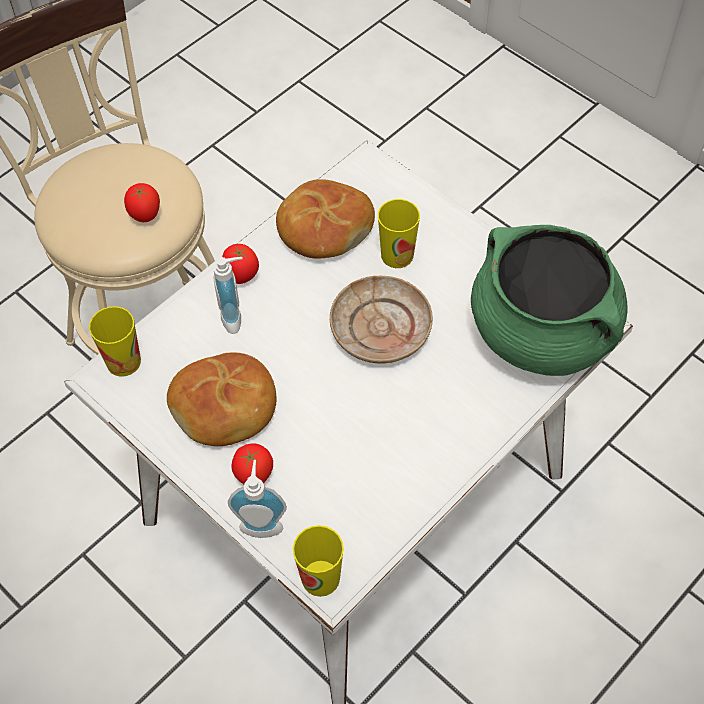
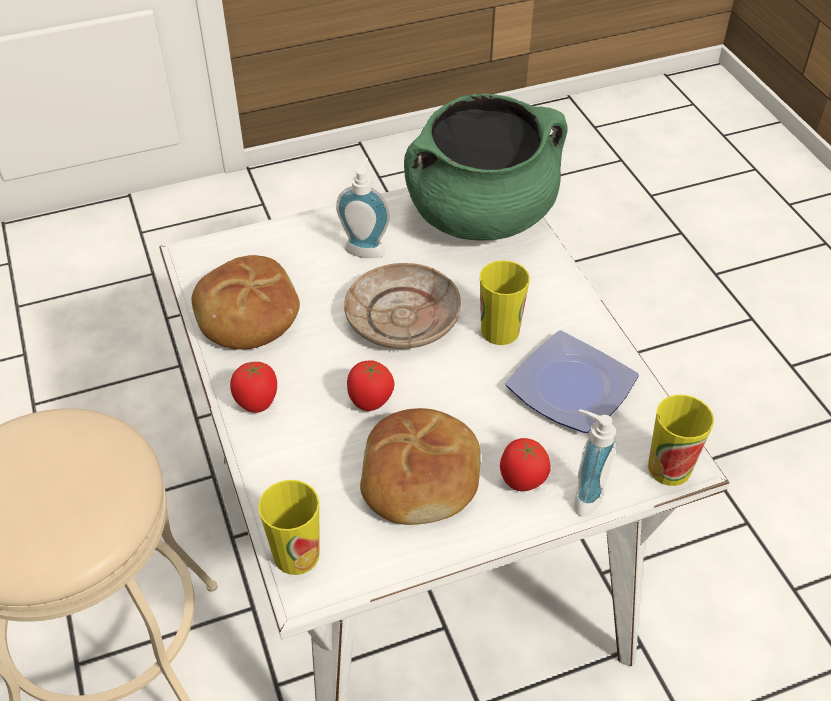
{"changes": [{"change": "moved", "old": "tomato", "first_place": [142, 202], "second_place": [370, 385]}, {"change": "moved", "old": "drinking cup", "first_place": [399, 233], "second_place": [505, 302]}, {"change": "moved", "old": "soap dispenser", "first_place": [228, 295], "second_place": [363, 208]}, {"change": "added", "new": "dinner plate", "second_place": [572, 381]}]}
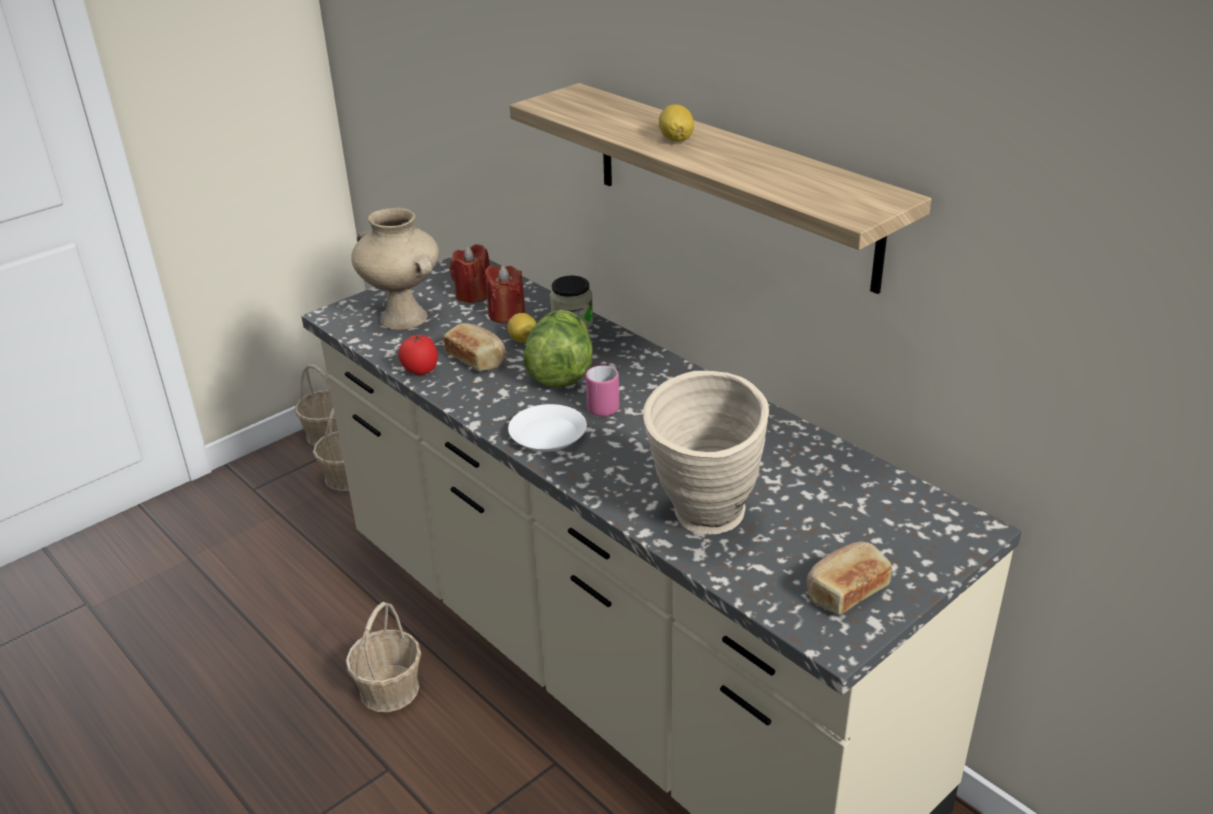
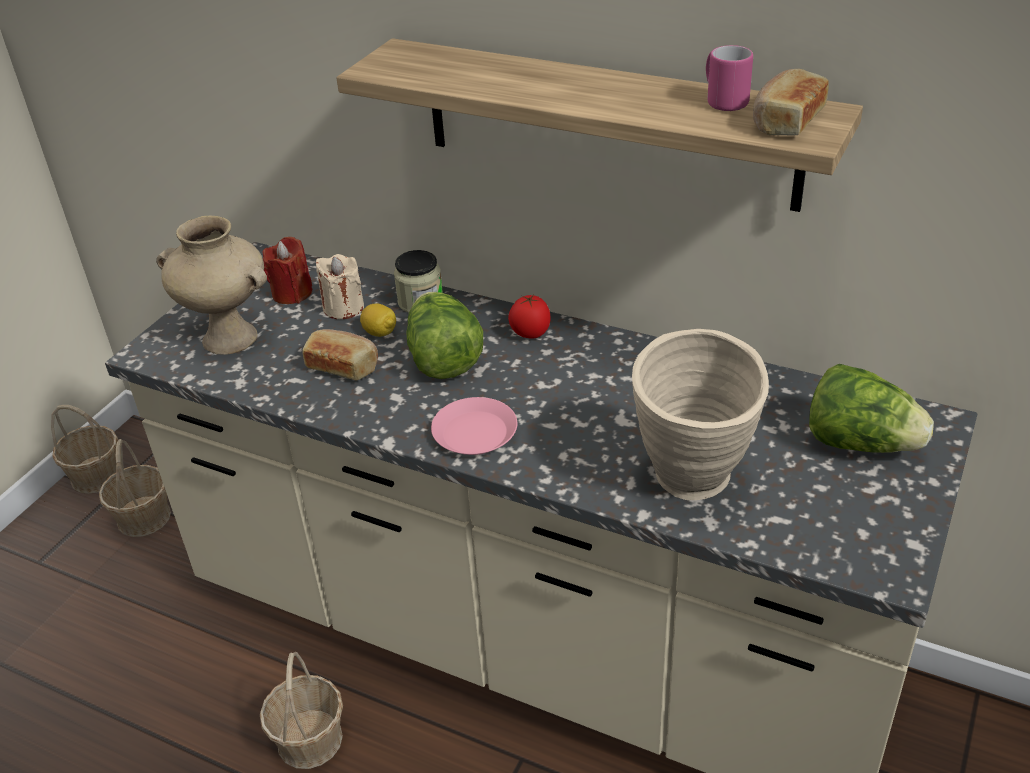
{"changes": [{"change": "removed", "old": "citrus fruit", "first_place": [676, 123]}, {"change": "recoloured", "old": "red-coloured candle", "new": "sand-coloured candle", "first_place": [504, 294], "second_place": [340, 286]}, {"change": "moved", "old": "tomato", "first_place": [418, 354], "second_place": [529, 317]}, {"change": "moved", "old": "pink-coloured tea mug", "first_place": [602, 391], "second_place": [729, 78]}, {"change": "recoloured", "old": "white-coloured dinner plate", "new": "pink-coloured dinner plate", "first_place": [547, 428], "second_place": [474, 426]}, {"change": "moved", "old": "bakery bread", "first_place": [849, 578], "second_place": [791, 102]}, {"change": "added", "new": "lettuce", "second_place": [871, 408]}]}
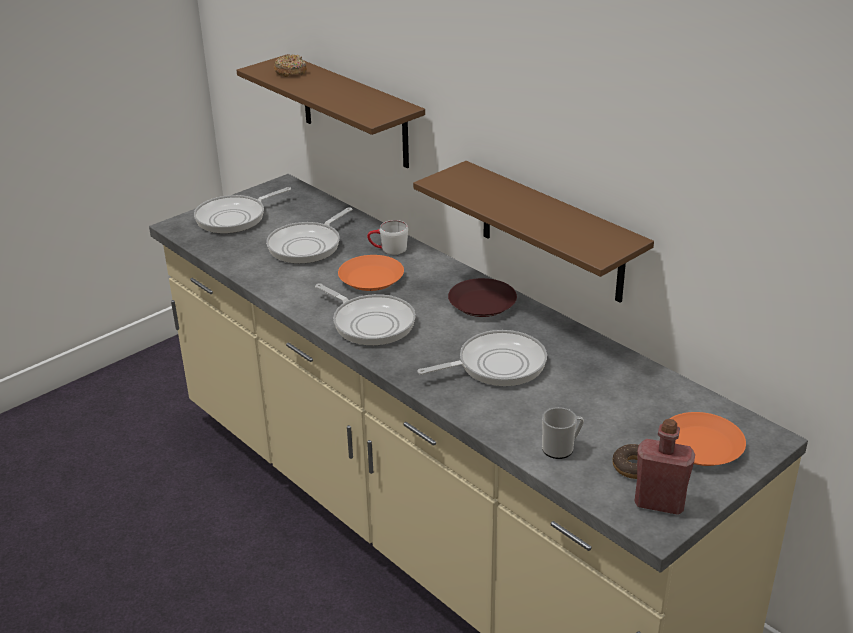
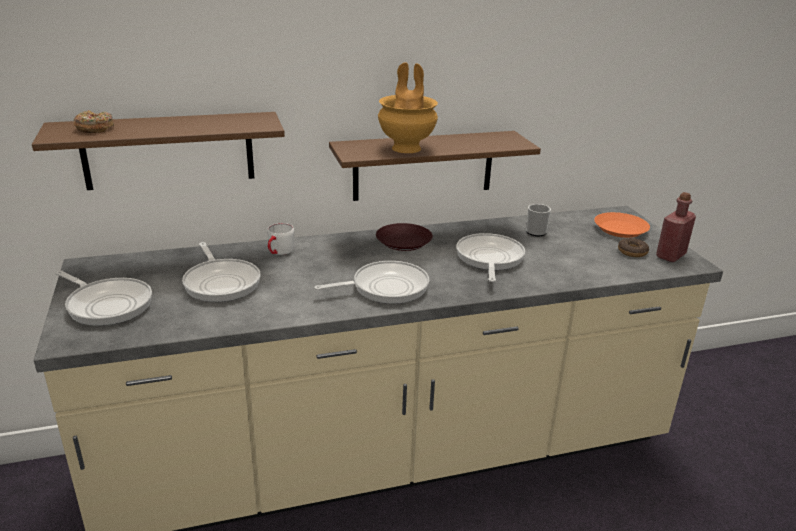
{"changes": [{"change": "turned", "old": "frying pan", "first_place": [242, 210], "second_place": [103, 298], "degrees": -45}, {"change": "removed", "old": "orangey dinner plate", "first_place": [371, 273]}, {"change": "moved", "old": "tea mug", "first_place": [563, 433], "second_place": [538, 220]}, {"change": "added", "new": "brownish vase", "second_place": [408, 107]}]}
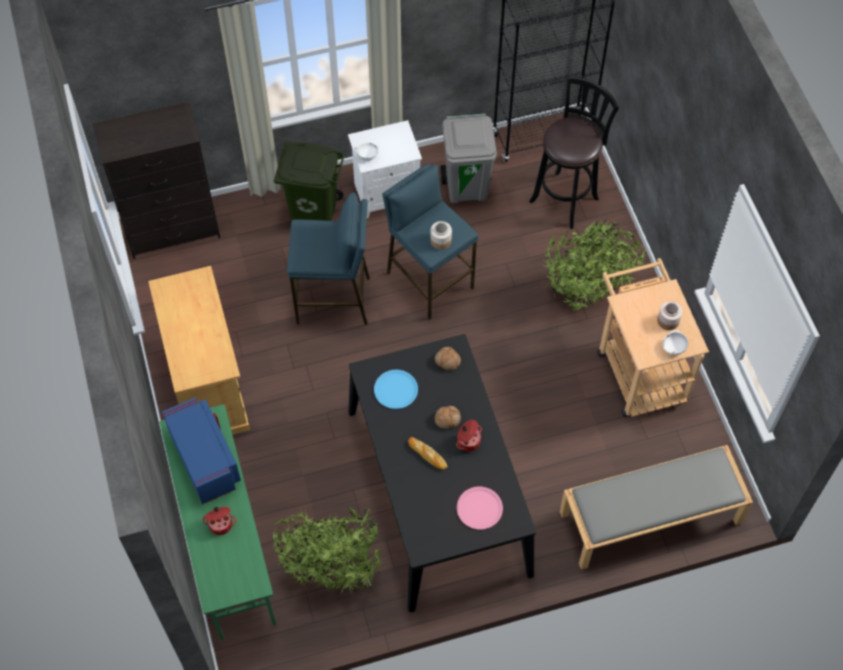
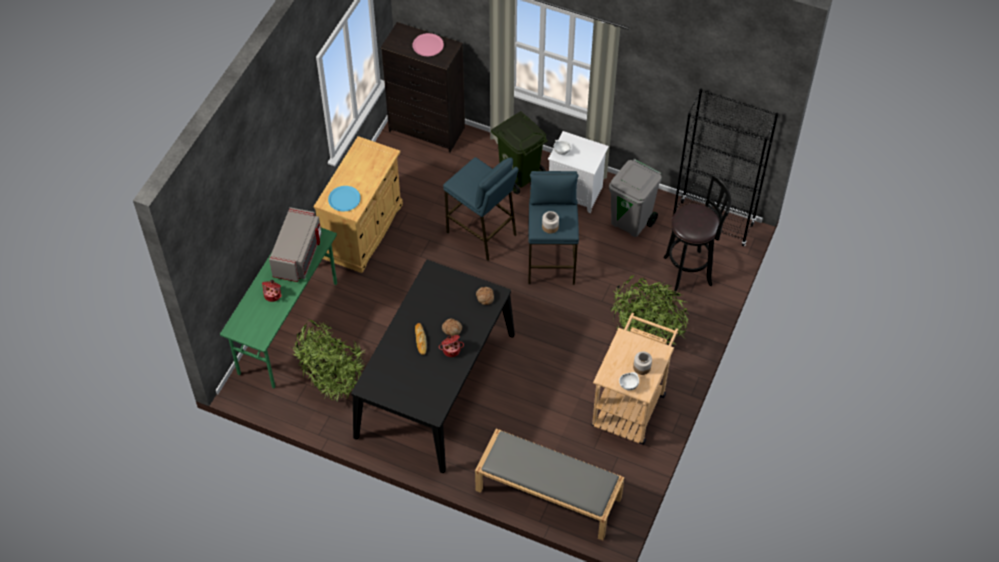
{"changes": [{"change": "moved", "old": "bluish dinner plate", "first_place": [396, 389], "second_place": [344, 198]}, {"change": "recoloured", "old": "bluish kitchen microwave", "new": "greyish kitchen microwave", "first_place": [201, 450], "second_place": [295, 244]}, {"change": "moved", "old": "pink-coloured dinner plate", "first_place": [480, 508], "second_place": [428, 44]}]}
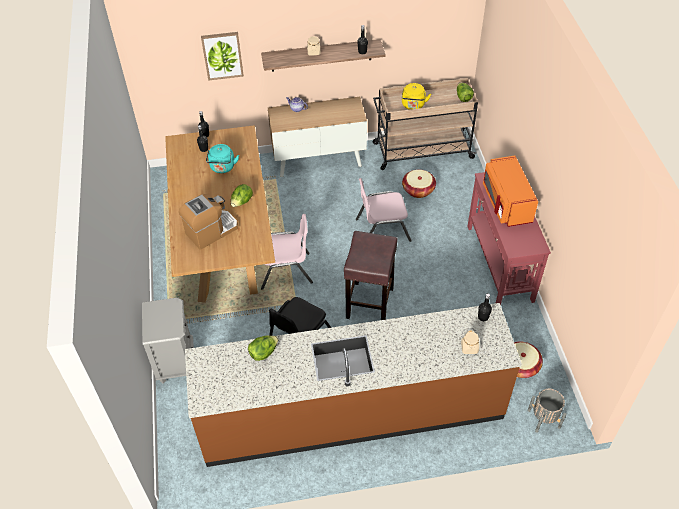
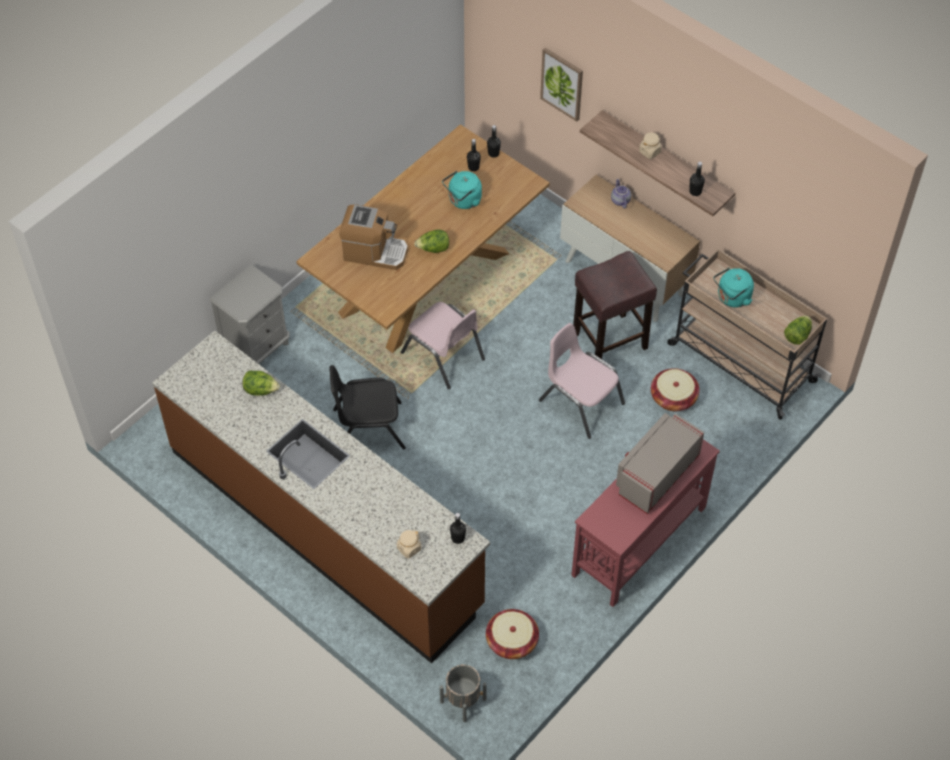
{"changes": [{"change": "recoloured", "old": "yellow tea kettle", "new": "turquoise tea kettle", "first_place": [416, 96], "second_place": [734, 288]}, {"change": "recoloured", "old": "orangey kitchen microwave", "new": "greyish kitchen microwave", "first_place": [510, 191], "second_place": [660, 463]}, {"change": "moved", "old": "brownish stool", "first_place": [371, 275], "second_place": [615, 305]}]}
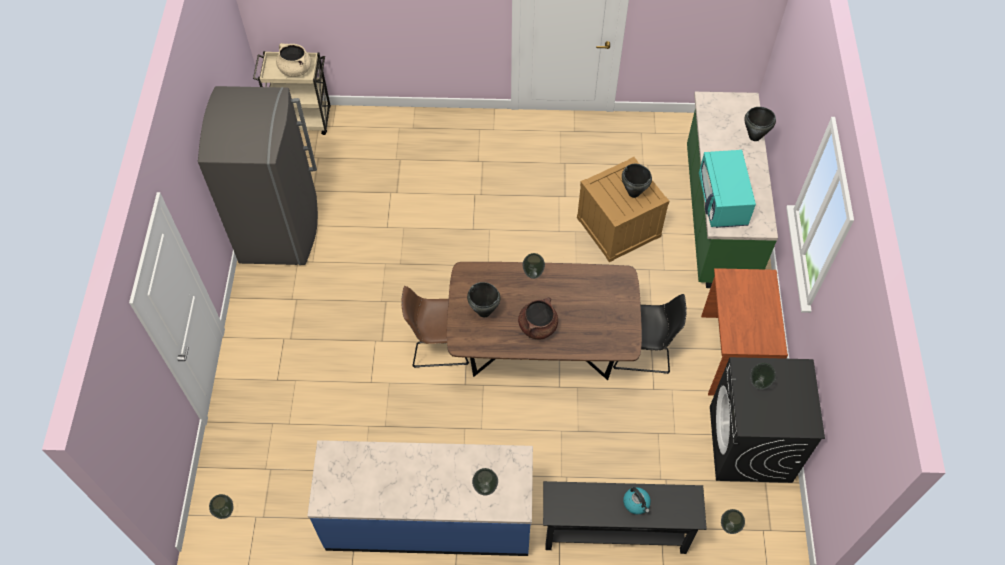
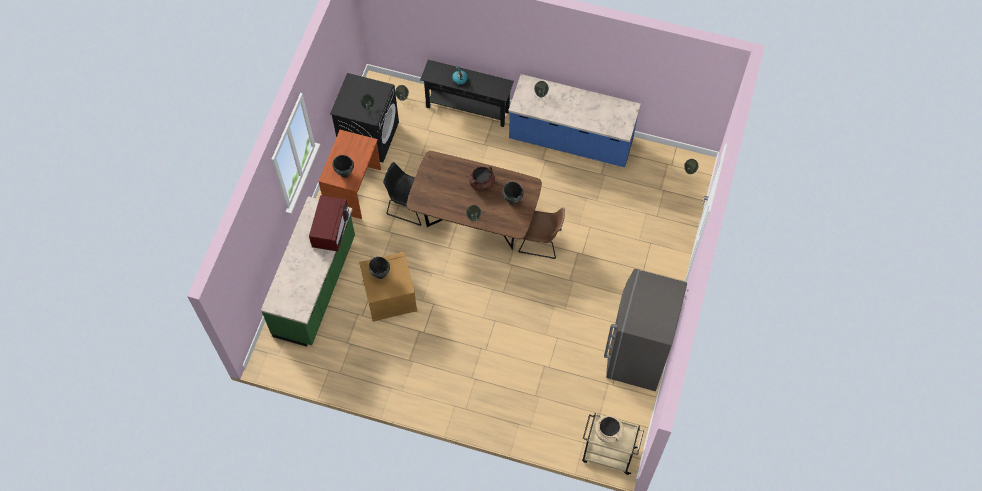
{"changes": [{"change": "moved", "old": "blackish stockpot", "first_place": [760, 124], "second_place": [343, 166]}, {"change": "recoloured", "old": "turquoise kitchen microwave", "new": "red-coloured kitchen microwave", "first_place": [727, 189], "second_place": [329, 223]}]}
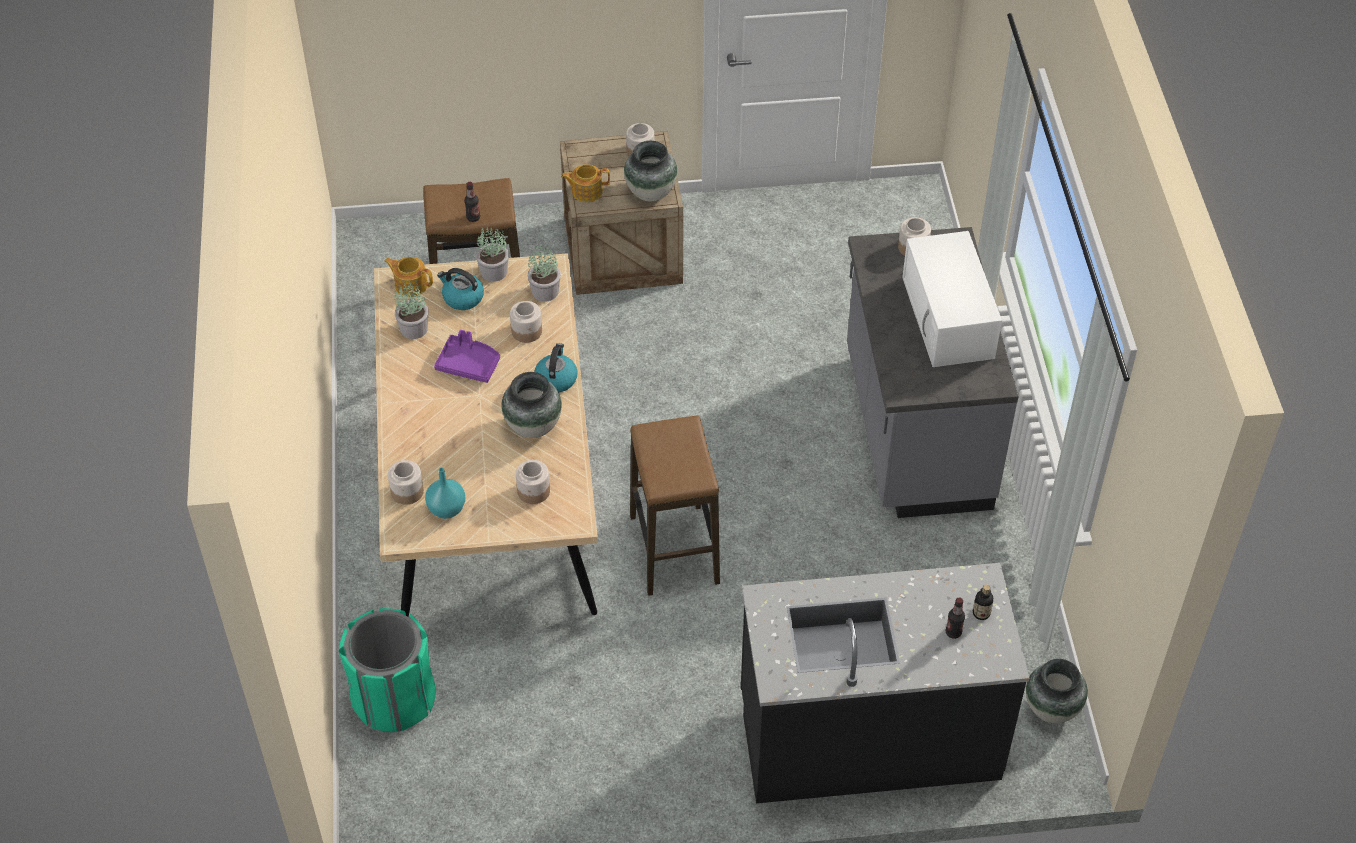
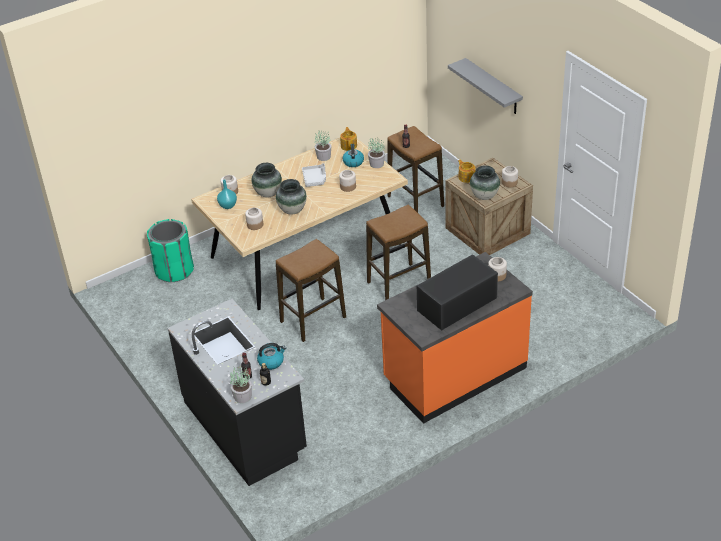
{"changes": [{"change": "recoloured", "old": "greyish kitchen base unit", "new": "orangey kitchen base unit", "first_place": [933, 372], "second_place": [455, 338]}, {"change": "recoloured", "old": "white-coloured kitchen microwave", "new": "blackish kitchen microwave", "first_place": [952, 299], "second_place": [457, 292]}, {"change": "moved", "old": "potted plant", "first_place": [544, 272], "second_place": [241, 385]}, {"change": "recoloured", "old": "purple carrying tray", "new": "greyish carrying tray", "first_place": [467, 356], "second_place": [314, 175]}, {"change": "moved", "old": "tea kettle", "first_place": [556, 367], "second_place": [271, 356]}, {"change": "moved", "old": "vase", "first_place": [1057, 691], "second_place": [267, 180]}, {"change": "added", "new": "greyish wall shelf", "second_place": [485, 86]}, {"change": "added", "new": "stool", "second_place": [398, 252]}]}
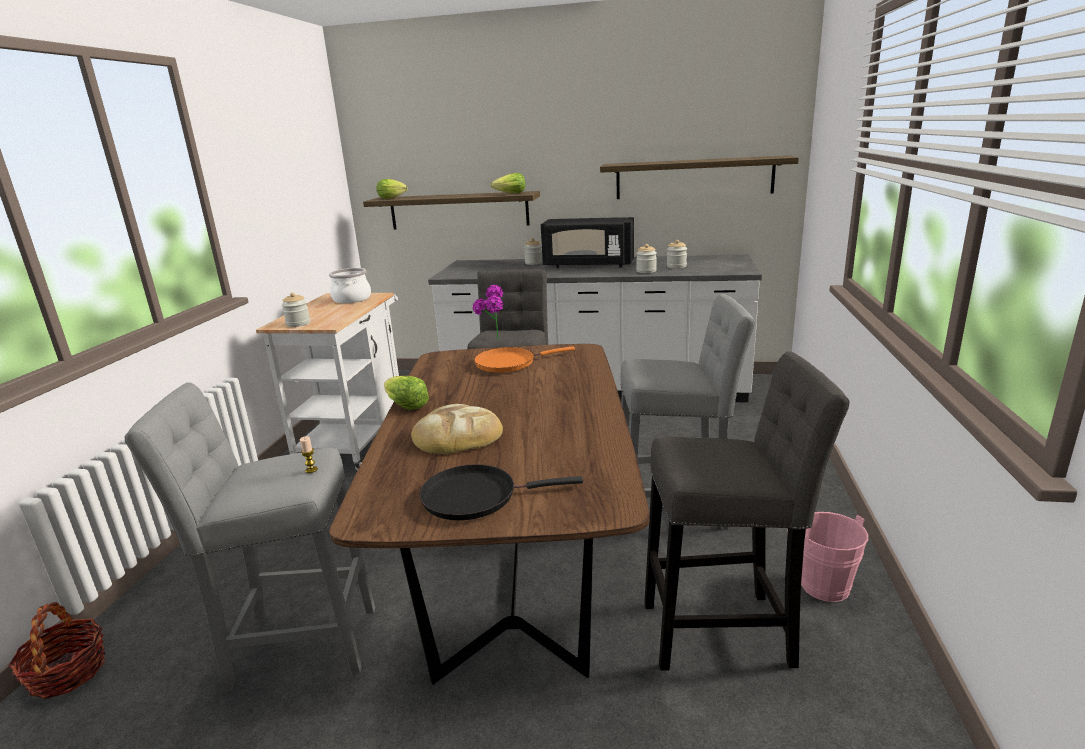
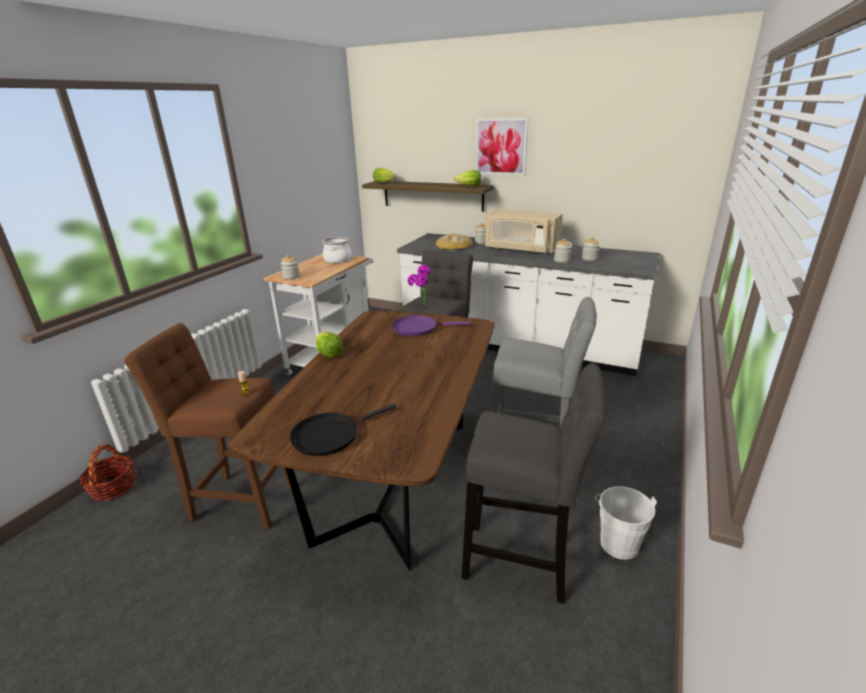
{"changes": [{"change": "removed", "old": "wall shelf", "first_place": [699, 177]}, {"change": "recoloured", "old": "blackish kitchen microwave", "new": "sand-coloured kitchen microwave", "first_place": [587, 242], "second_place": [524, 231]}, {"change": "recoloured", "old": "orangey frying pan", "new": "purple frying pan", "first_place": [524, 359], "second_place": [431, 325]}, {"change": "recoloured", "old": "greyish stool", "new": "brownish stool", "first_place": [250, 537], "second_place": [207, 426]}, {"change": "moved", "old": "bakery bread", "first_place": [457, 429], "second_place": [454, 241]}, {"change": "turned", "old": "blackish frying pan", "first_place": [501, 492], "second_place": [343, 430], "degrees": -45}, {"change": "recoloured", "old": "pink-coloured bucket", "new": "white-coloured bucket", "first_place": [827, 557], "second_place": [626, 523]}, {"change": "added", "new": "picture", "second_place": [502, 147]}]}
